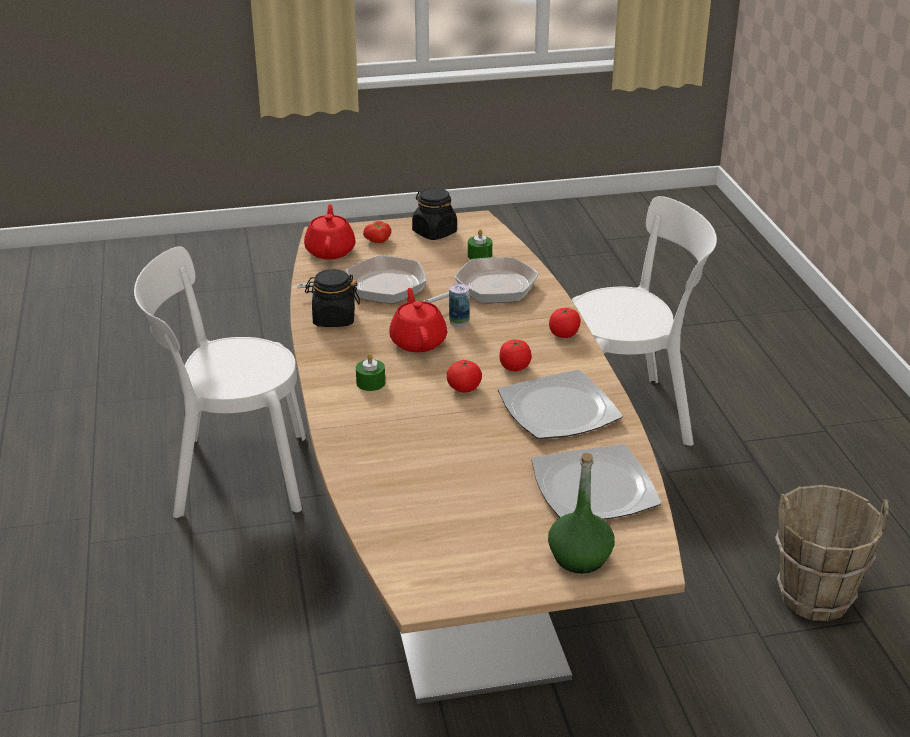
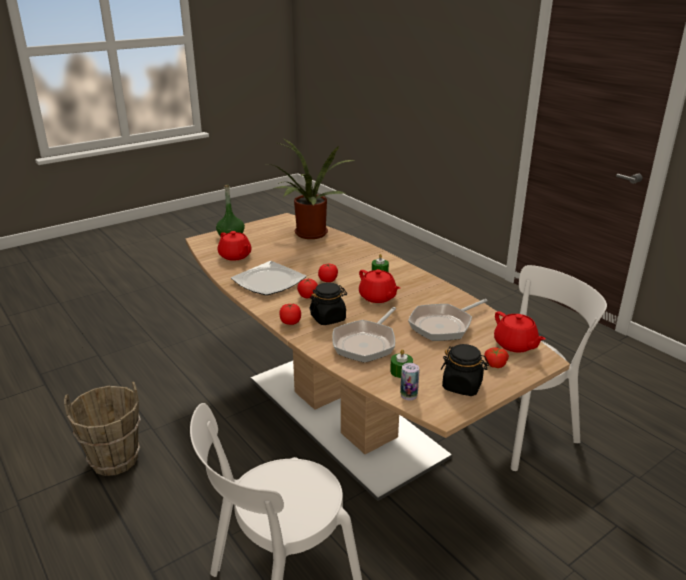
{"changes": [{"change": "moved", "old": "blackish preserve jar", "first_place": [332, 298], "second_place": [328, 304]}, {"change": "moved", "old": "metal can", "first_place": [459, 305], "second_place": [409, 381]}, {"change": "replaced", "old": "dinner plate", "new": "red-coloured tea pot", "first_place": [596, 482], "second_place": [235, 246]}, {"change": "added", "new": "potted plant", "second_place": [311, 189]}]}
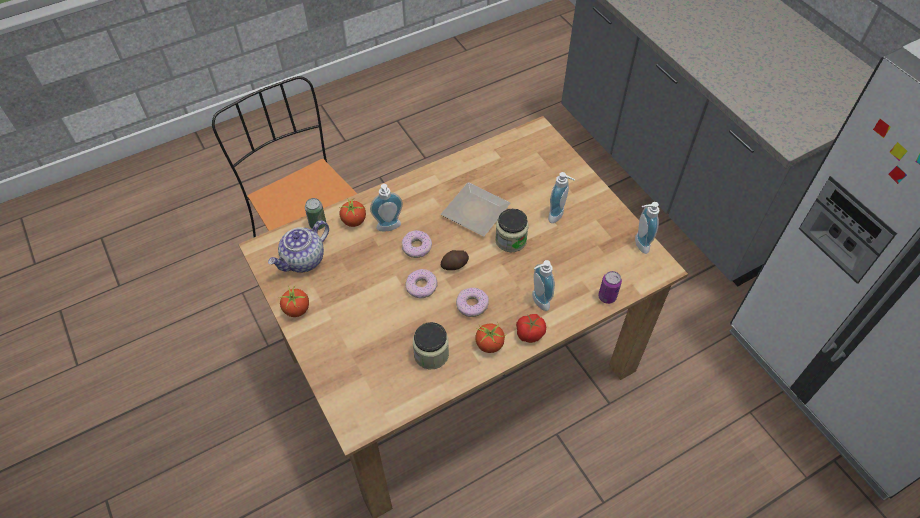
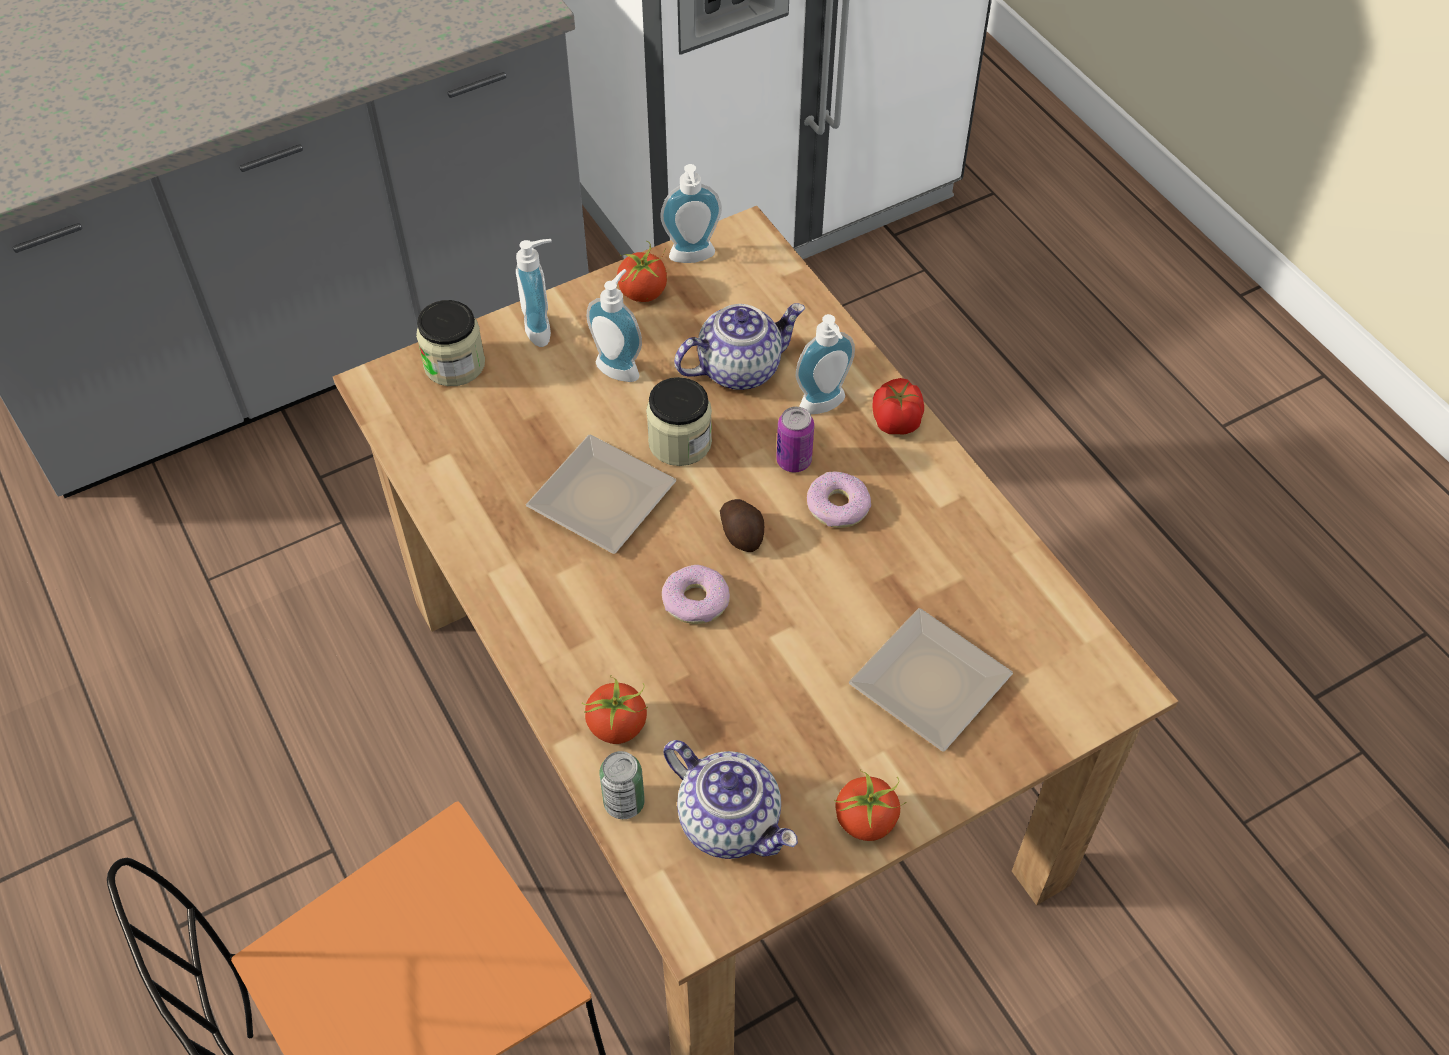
{"changes": [{"change": "moved", "old": "soap dispenser", "first_place": [386, 208], "second_place": [534, 293]}, {"change": "removed", "old": "ring doughnut", "first_place": [421, 283]}, {"change": "moved", "old": "metal can", "first_place": [610, 287], "second_place": [795, 439]}, {"change": "moved", "old": "preserve jar", "first_place": [431, 345], "second_place": [450, 343]}, {"change": "moved", "old": "tomato", "first_place": [491, 337], "second_place": [642, 271]}, {"change": "added", "new": "tea pot", "second_place": [740, 346]}, {"change": "added", "new": "dinner plate", "second_place": [931, 680]}]}
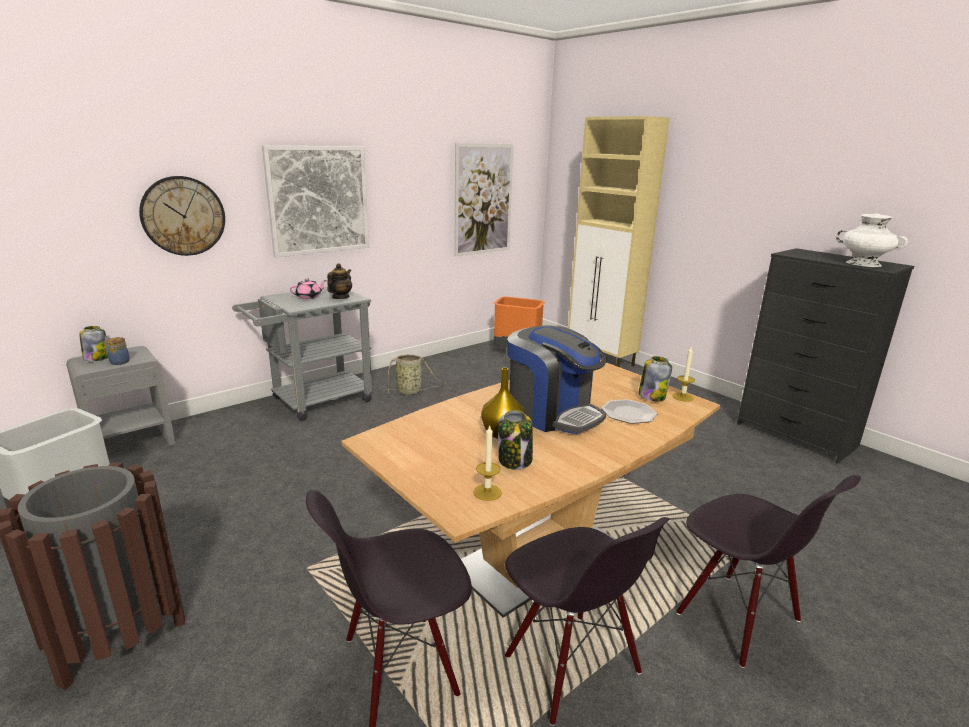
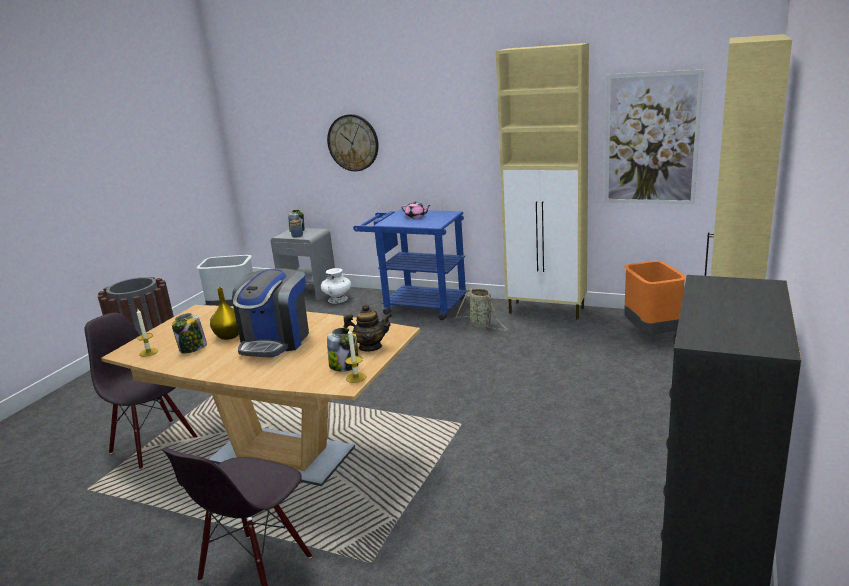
{"changes": [{"change": "removed", "old": "picture", "first_place": [315, 201]}, {"change": "moved", "old": "white-coloured vase", "first_place": [872, 240], "second_place": [336, 285]}, {"change": "moved", "old": "tea pot", "first_place": [339, 281], "second_place": [368, 328]}, {"change": "recoloured", "old": "greyish wheeled cart", "new": "bluish wheeled cart", "first_place": [302, 354], "second_place": [409, 265]}, {"change": "removed", "old": "dinner plate", "first_place": [629, 411]}, {"change": "removed", "old": "blackish chair", "first_place": [587, 621]}, {"change": "added", "new": "sand-coloured cabinet", "second_place": [542, 181]}]}
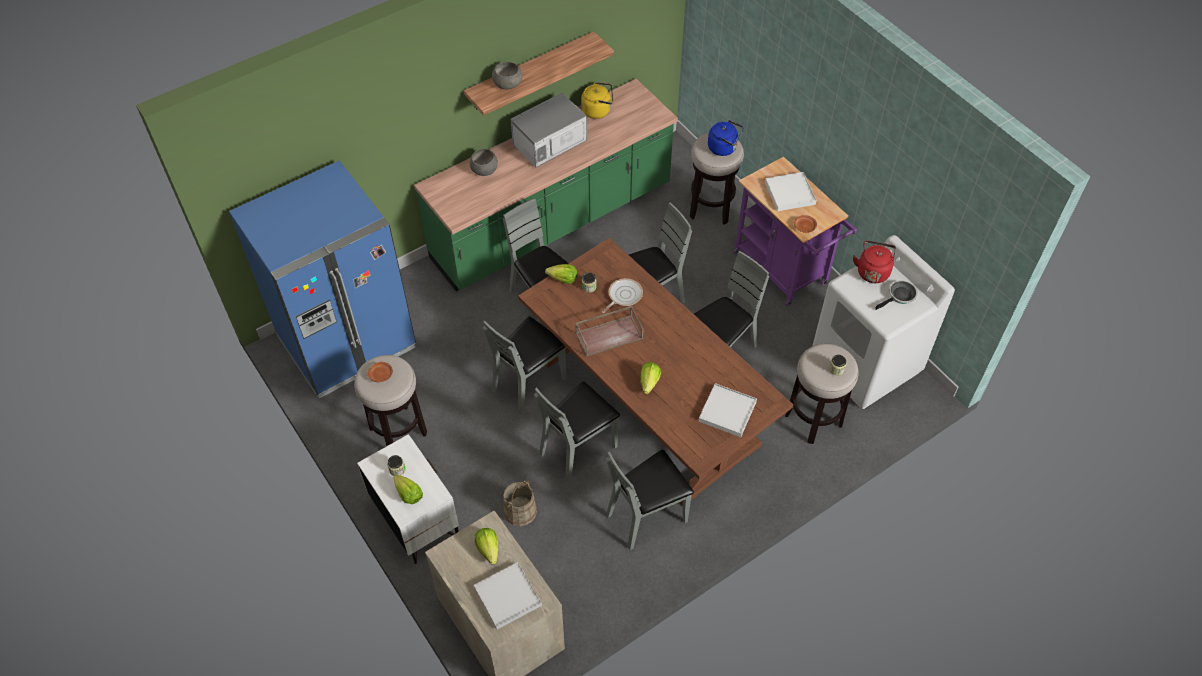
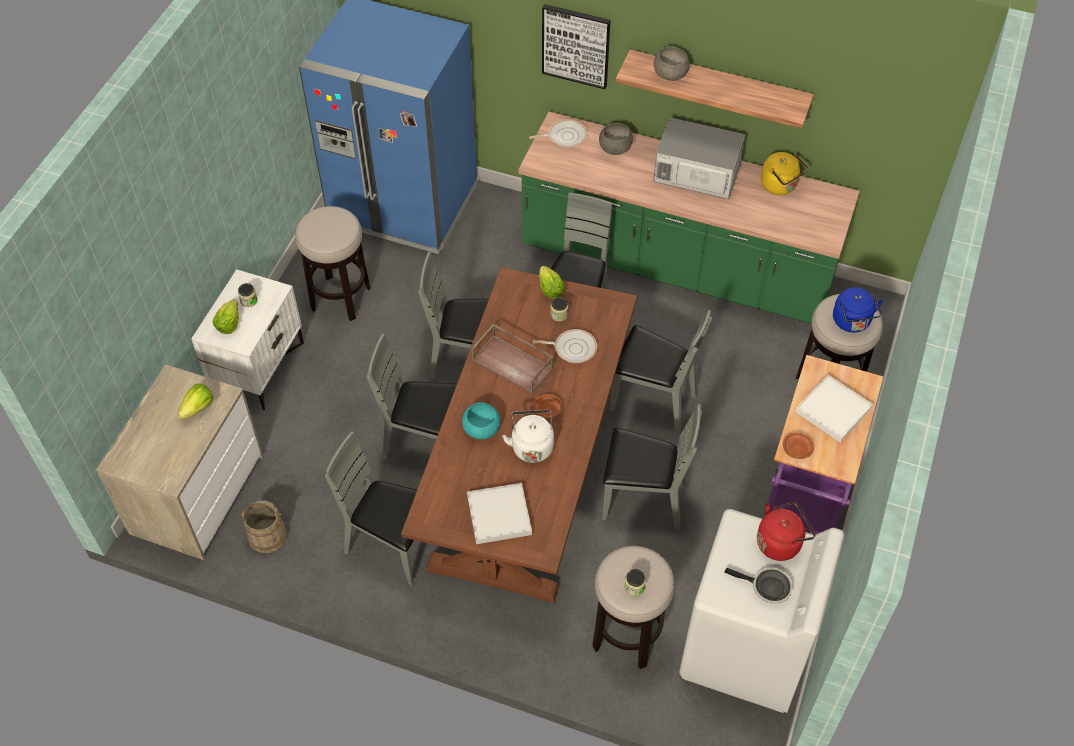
{"changes": [{"change": "moved", "old": "brownish dinner plate", "first_place": [380, 372], "second_place": [548, 406]}, {"change": "replaced", "old": "lettuce", "new": "turquoise serving bowl", "first_place": [650, 378], "second_place": [481, 420]}, {"change": "moved", "old": "sand-coloured bucket", "first_place": [520, 503], "second_place": [263, 527]}, {"change": "removed", "old": "white-coloured carrying tray", "first_place": [508, 595]}, {"change": "added", "new": "picture", "second_place": [576, 46]}, {"change": "added", "new": "frying pan", "second_place": [558, 133]}, {"change": "added", "new": "white-coloured tea kettle", "second_place": [528, 436]}]}
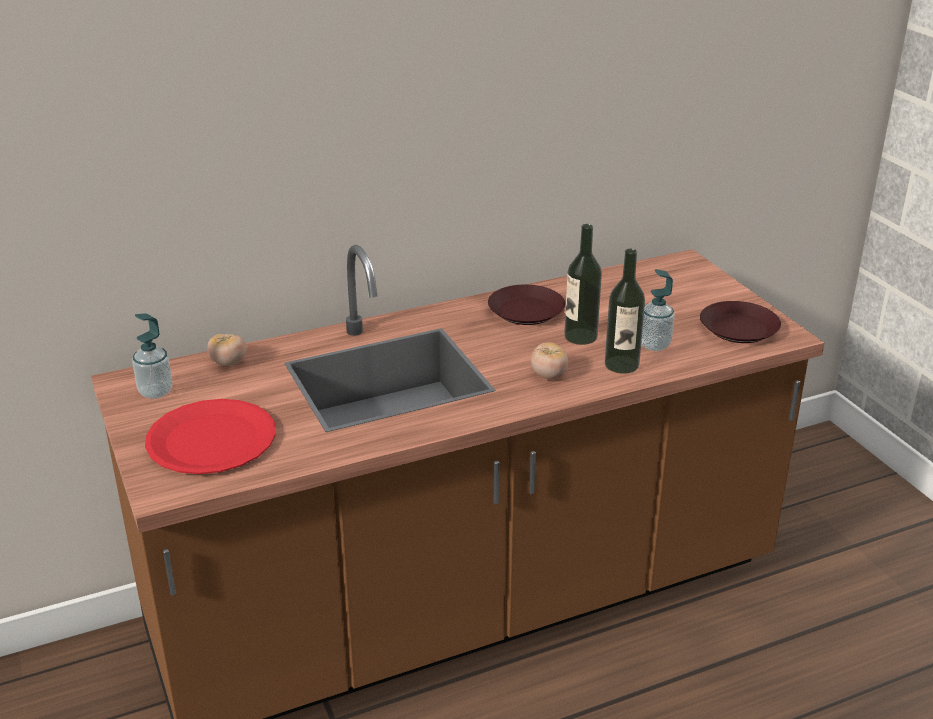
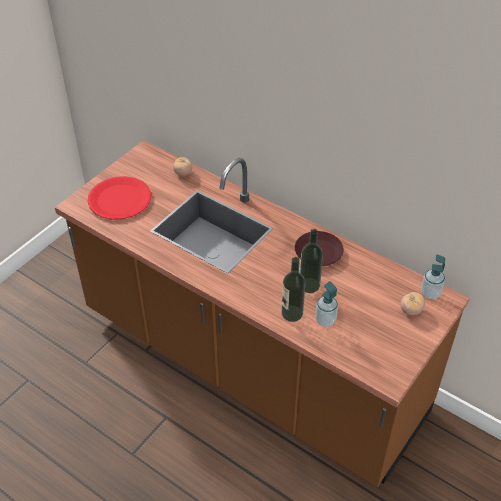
{"changes": [{"change": "removed", "old": "brownish dinner plate", "first_place": [740, 322]}, {"change": "moved", "old": "soap dispenser", "first_place": [152, 356], "second_place": [433, 276]}, {"change": "moved", "old": "tomato", "first_place": [549, 360], "second_place": [412, 303]}]}
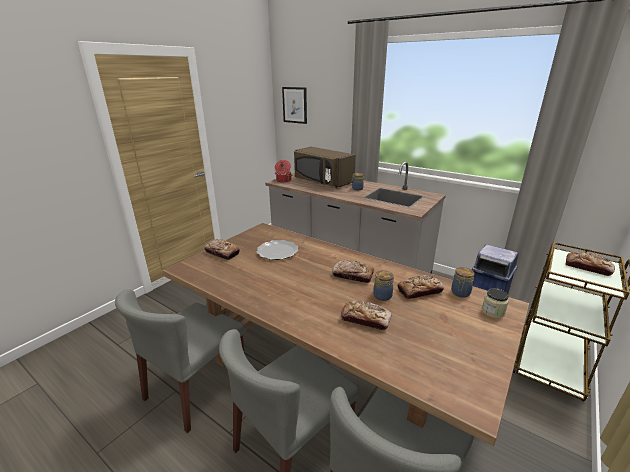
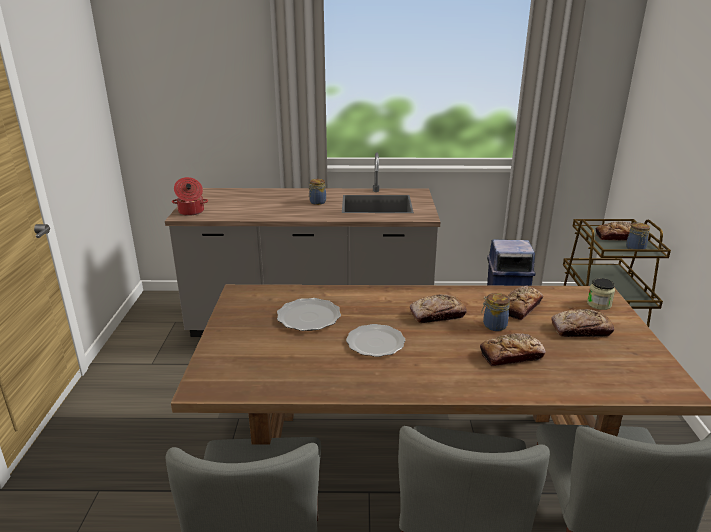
{"changes": [{"change": "removed", "old": "picture", "first_place": [294, 105]}, {"change": "removed", "old": "brownish kitchen microwave", "first_place": [325, 167]}, {"change": "moved", "old": "bakery bread", "first_place": [222, 249], "second_place": [582, 323]}, {"change": "moved", "old": "preserve jar", "first_place": [463, 282], "second_place": [638, 236]}, {"change": "added", "new": "dinner plate", "second_place": [375, 340]}]}
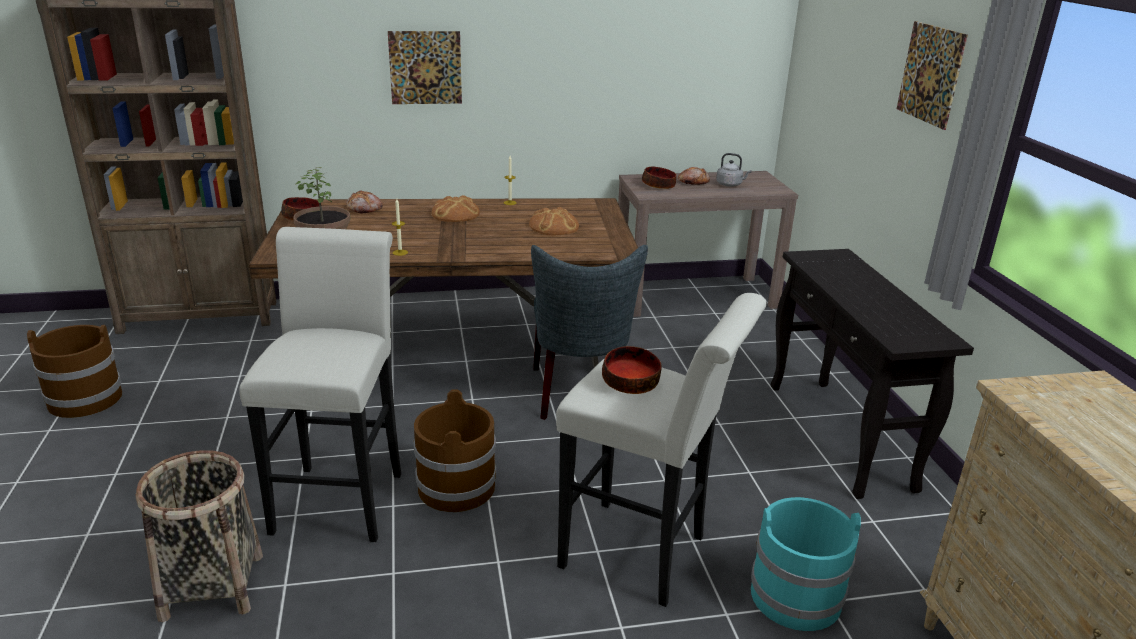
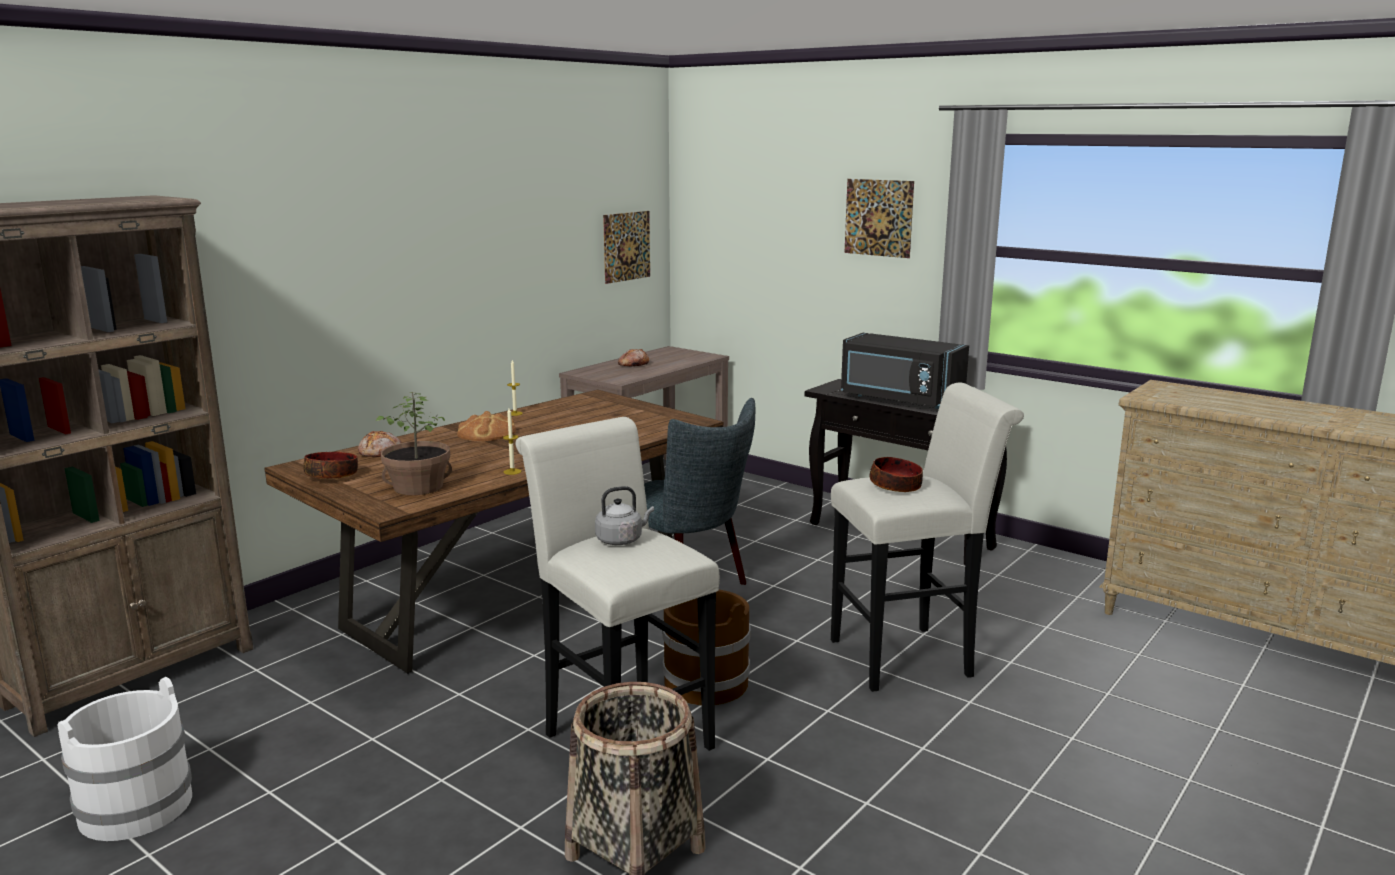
{"changes": [{"change": "moved", "old": "picture", "first_place": [425, 67], "second_place": [626, 247]}, {"change": "moved", "old": "greyish tea kettle", "first_place": [733, 170], "second_place": [624, 515]}, {"change": "removed", "old": "serving bowl", "first_place": [659, 178]}, {"change": "removed", "old": "bakery bread", "first_place": [554, 221]}, {"change": "recoloured", "old": "brownish bucket", "new": "white-coloured bucket", "first_place": [74, 371], "second_place": [124, 759]}, {"change": "removed", "old": "turquoise bucket", "first_place": [806, 564]}, {"change": "added", "new": "blackish kitchen microwave", "second_place": [905, 371]}]}
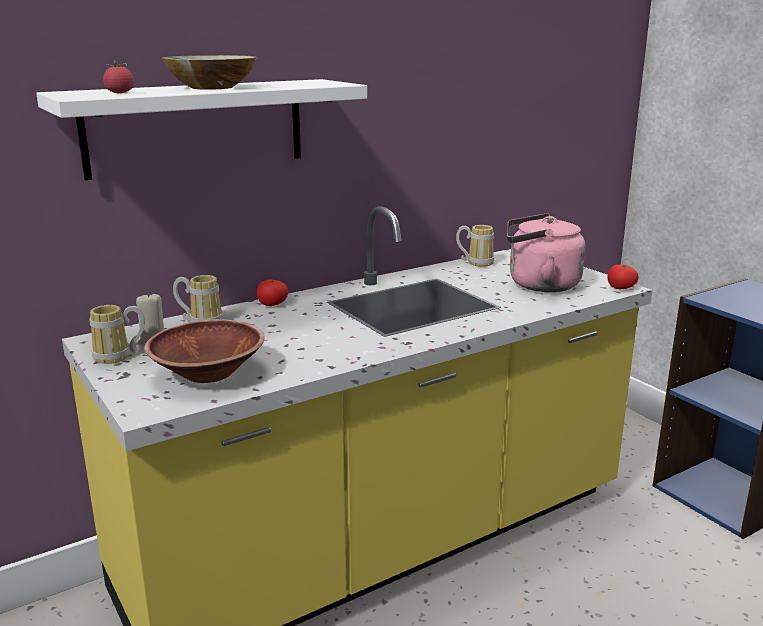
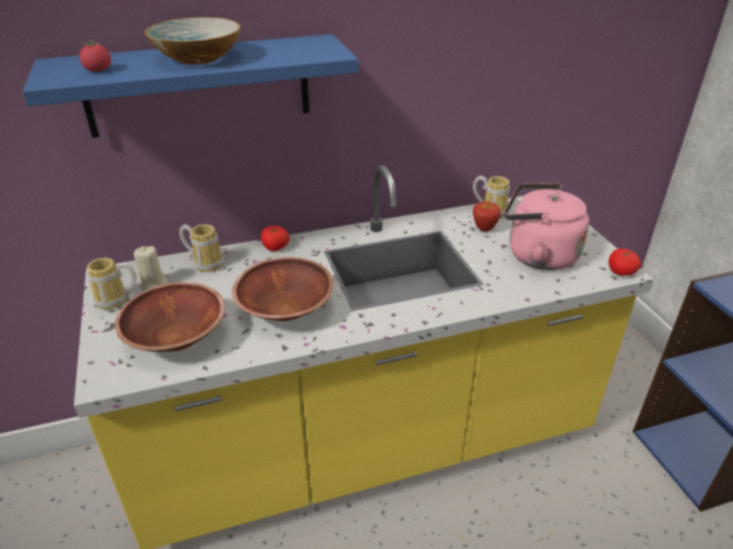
{"changes": [{"change": "recoloured", "old": "white-coloured wall shelf", "new": "bluish wall shelf", "first_place": [201, 129], "second_place": [190, 86]}, {"change": "added", "new": "apple", "second_place": [487, 217]}, {"change": "added", "new": "brownish serving bowl", "second_place": [283, 289]}]}
